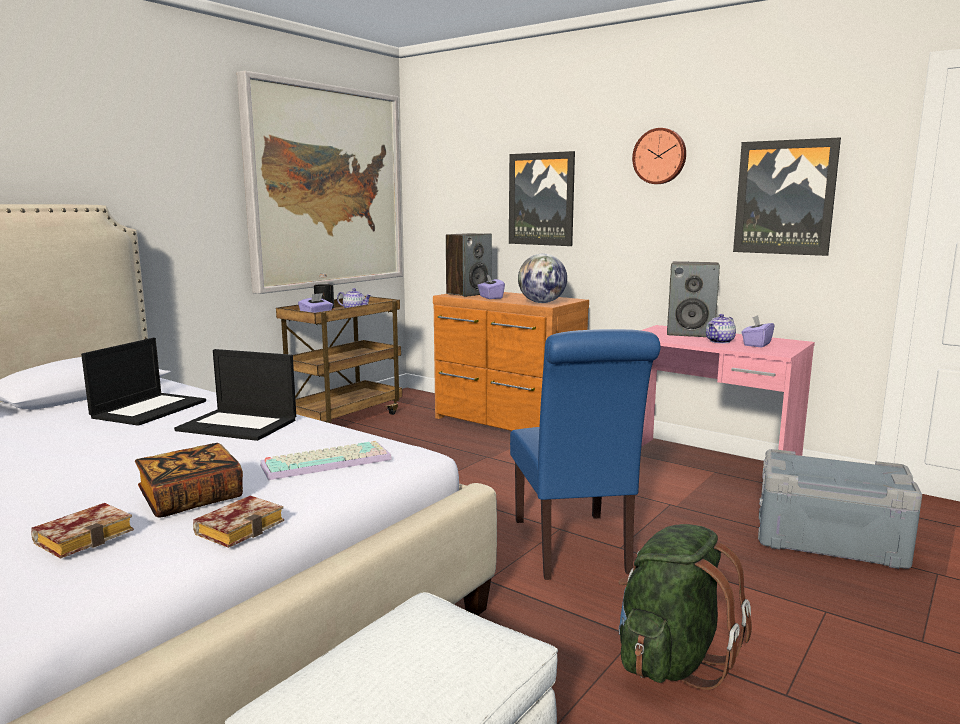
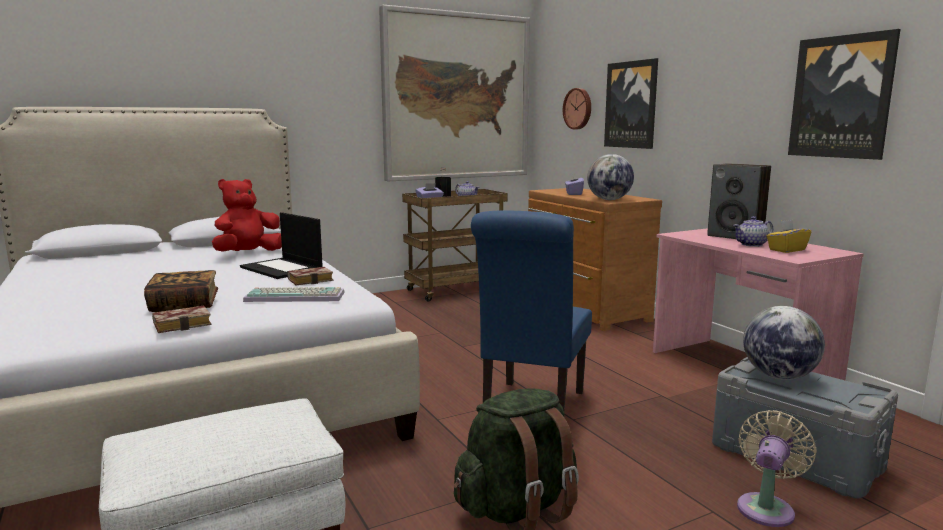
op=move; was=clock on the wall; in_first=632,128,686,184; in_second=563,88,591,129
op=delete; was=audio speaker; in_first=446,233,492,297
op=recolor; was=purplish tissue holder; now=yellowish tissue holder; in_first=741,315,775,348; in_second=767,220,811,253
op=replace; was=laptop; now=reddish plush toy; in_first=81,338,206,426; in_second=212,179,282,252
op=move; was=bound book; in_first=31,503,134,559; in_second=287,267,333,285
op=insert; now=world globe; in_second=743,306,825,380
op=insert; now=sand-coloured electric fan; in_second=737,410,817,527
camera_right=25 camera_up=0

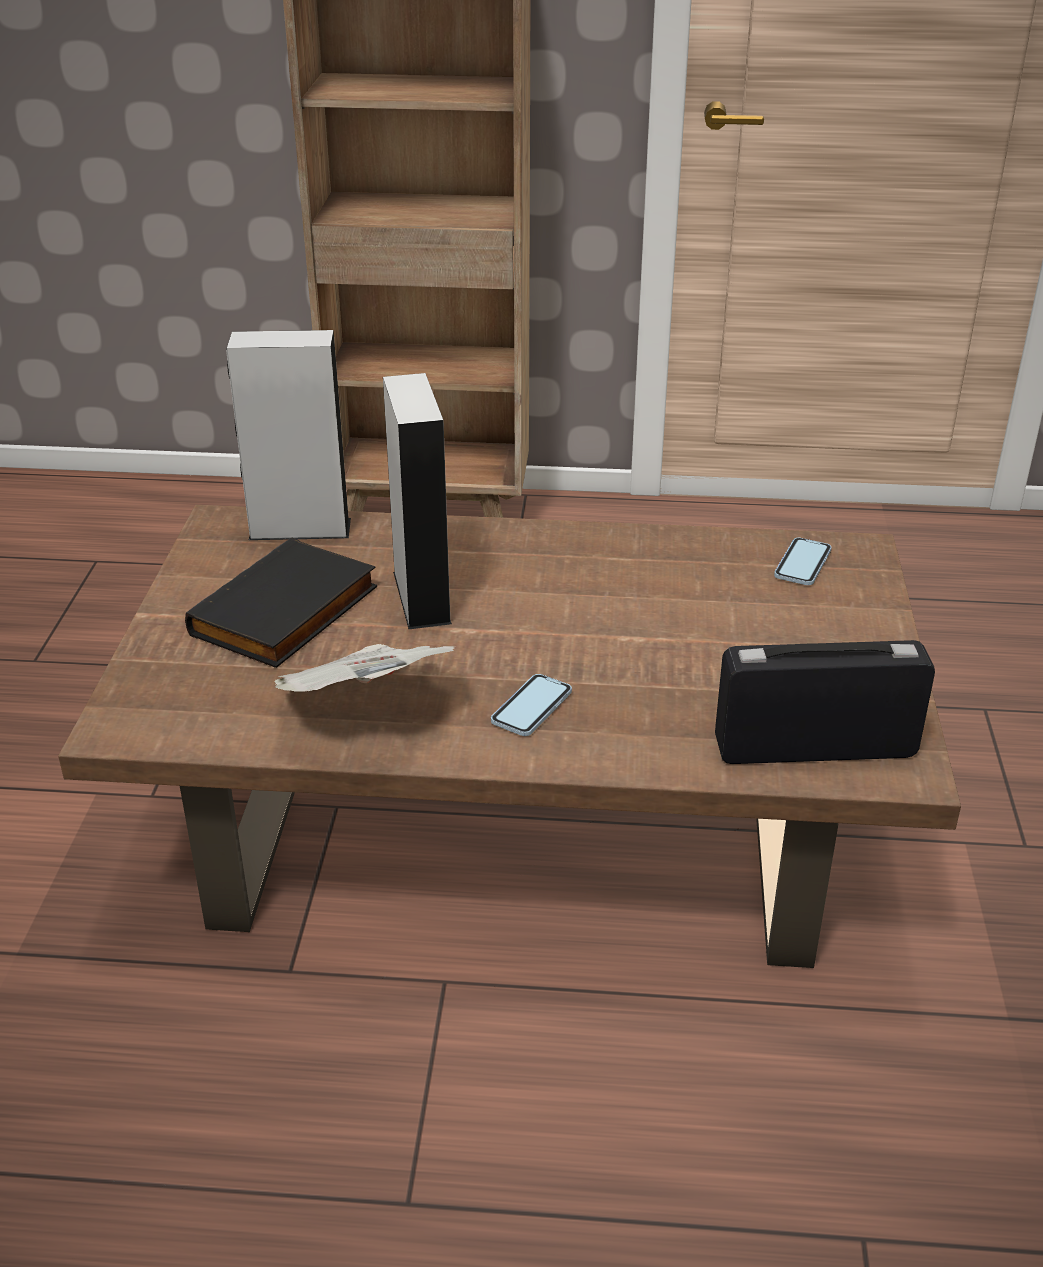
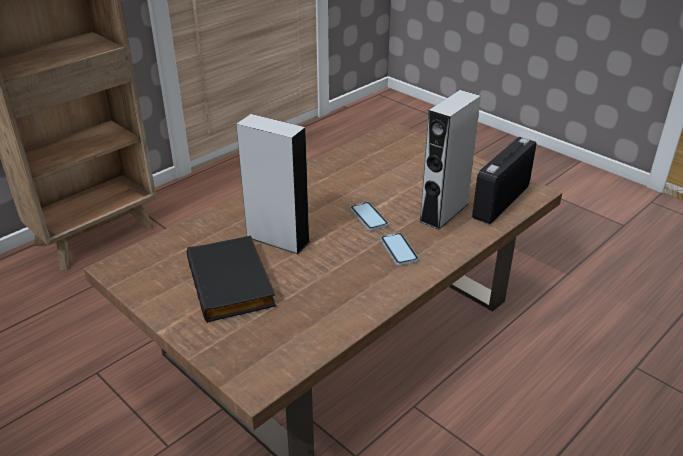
op=move; was=greyish audio speaker; in_first=226,330,351,540; in_second=419,90,481,230
op=move; was=phone; in_first=774,538,832,585; in_second=350,202,389,230
op=delete; was=newspaper; in_first=274,644,455,692
camera_right=-50 camera_up=0

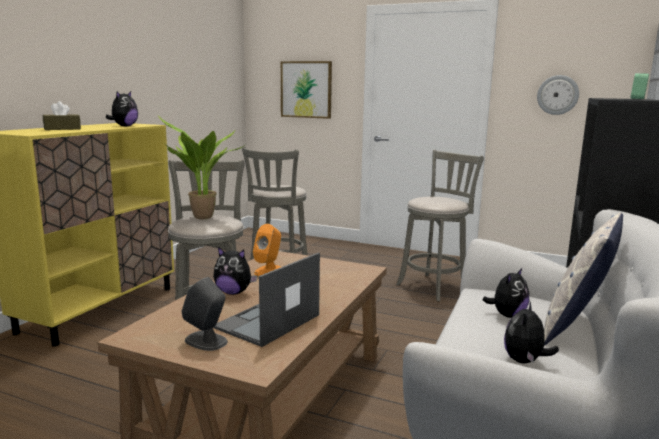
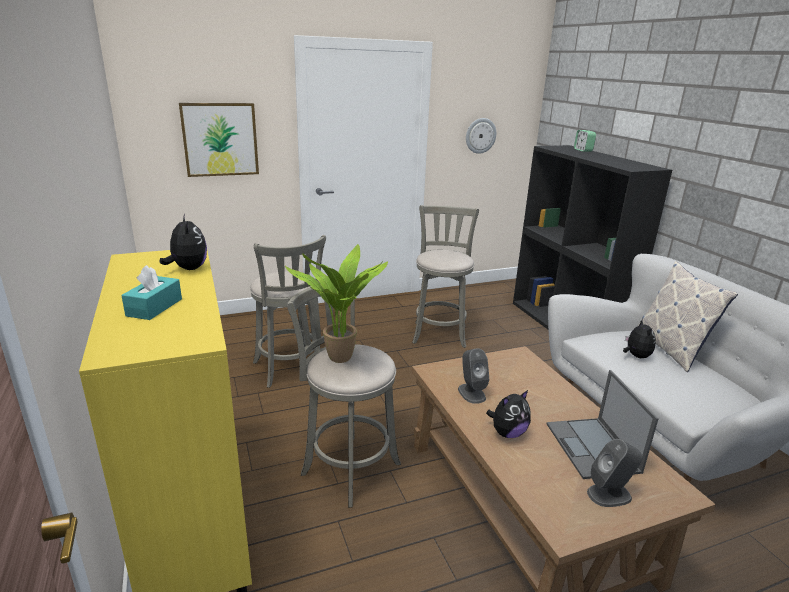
op=recolor; was=brown tissue holder; now=blue-green tissue holder; in_first=43,101,81,130; in_second=121,265,182,320
op=recolor; was=orangey audio speaker; now=greyish audio speaker; in_first=253,224,281,276; in_second=458,348,489,404
op=delete; was=plush toy; in_first=504,302,559,363
camera_right=-45 camera_up=10

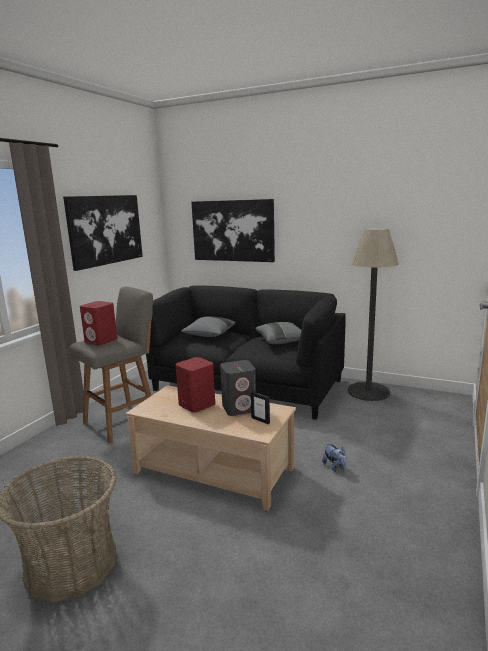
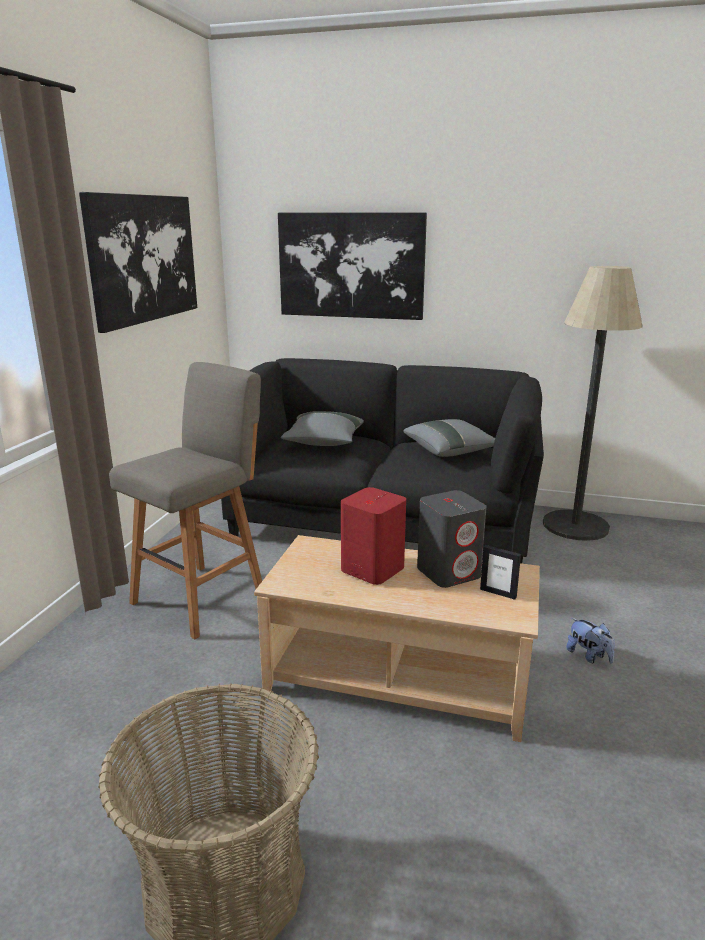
op=delete; was=reddish audio speaker; in_first=80,301,117,345
camera_right=-10 camera_up=5

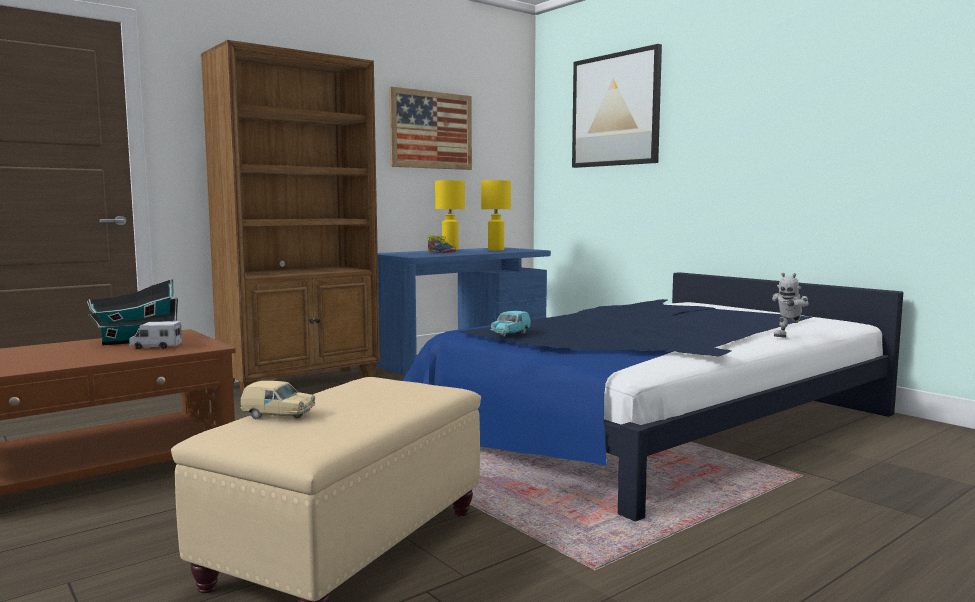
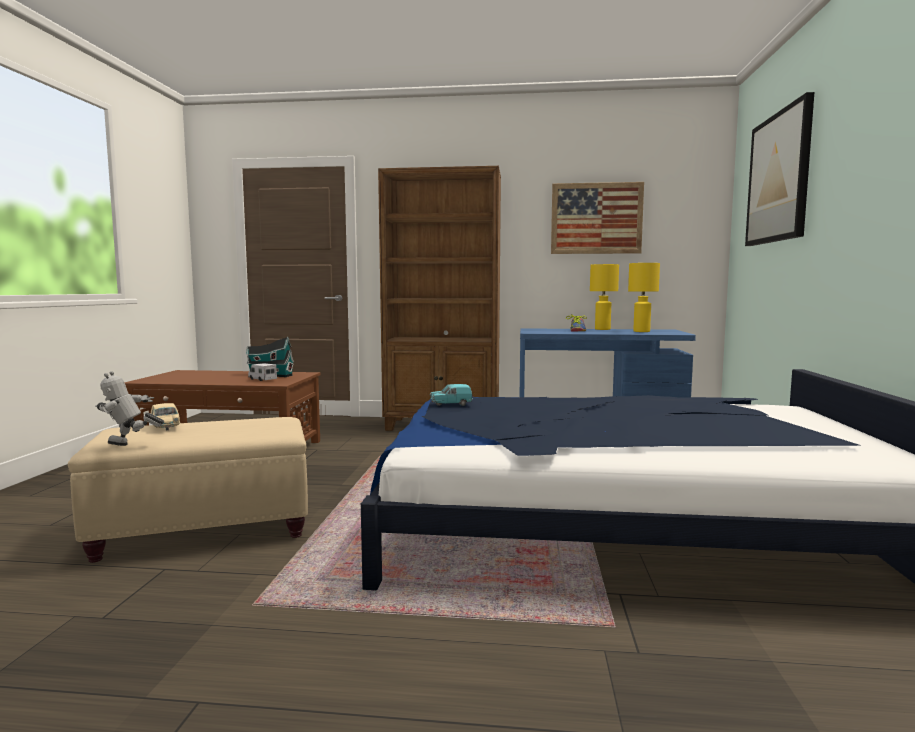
op=move; was=robot figure; in_first=772,273,809,338; in_second=95,371,164,446
camera_right=45 camera_up=0

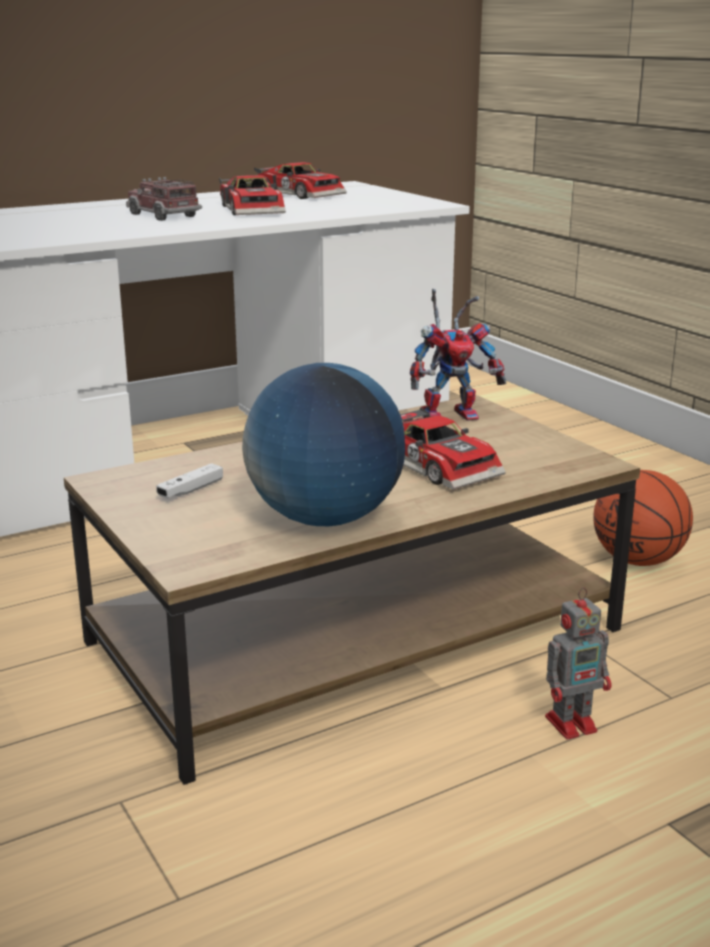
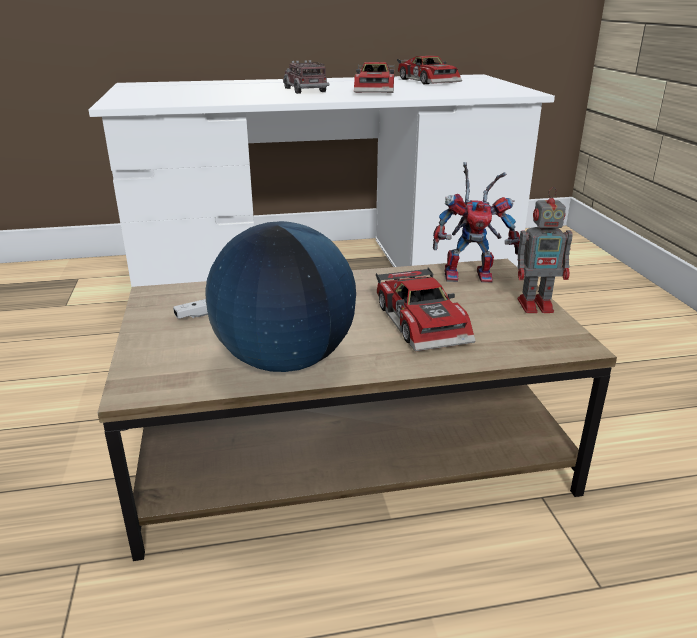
op=delete; was=basketball; in_first=593,470,693,566
op=move; was=robot figure; in_first=545,587,612,739; in_second=517,187,573,313
camera_right=20 camera_up=5

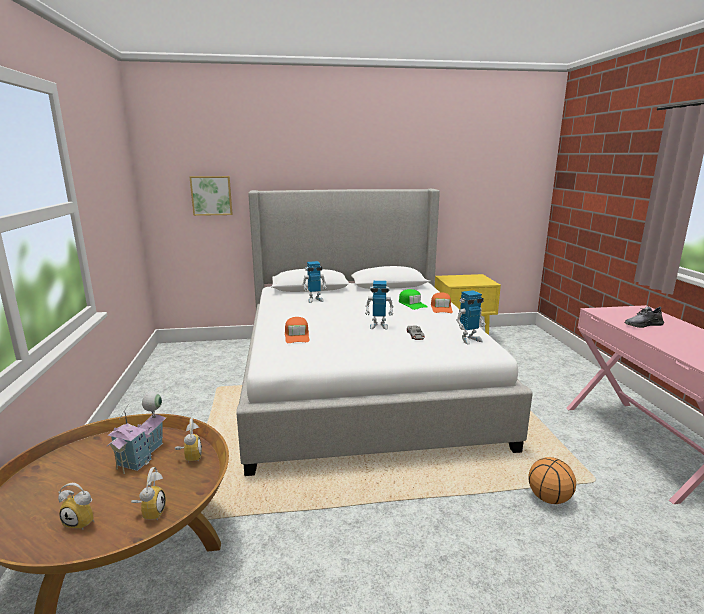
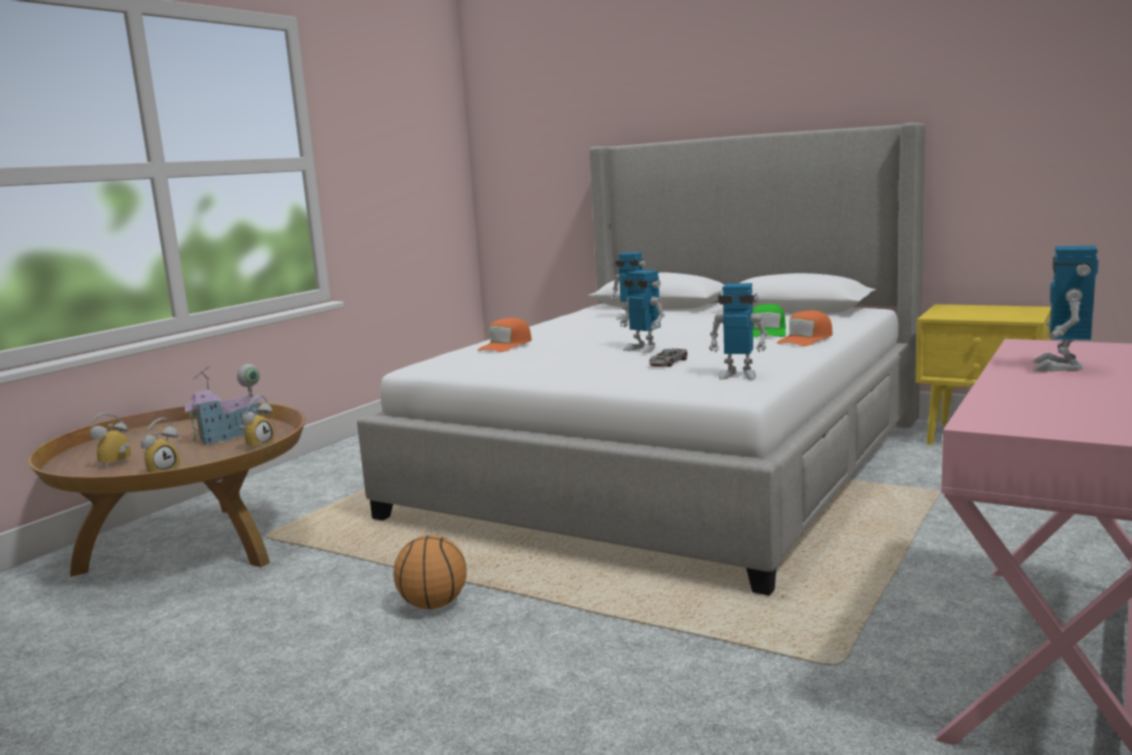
op=delete; was=wall art; in_first=190,176,233,216
op=replace; was=greyish item of footwear; now=robot figure; in_first=625,306,664,328; in_second=1033,246,1099,372
op=move; was=basketball; in_first=528,457,576,504; in_second=394,535,467,609
op=rotate; was=table clock; in_first=58,483,94,530; in_second=90,413,131,469; clockwise=75
camera_right=40 camera_up=-5

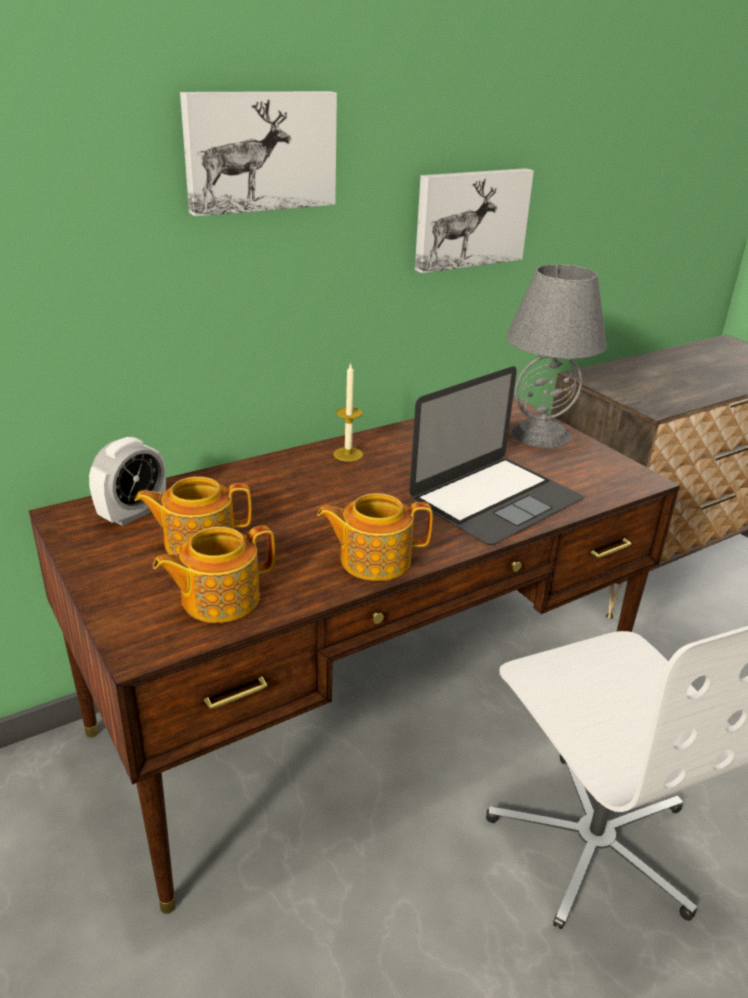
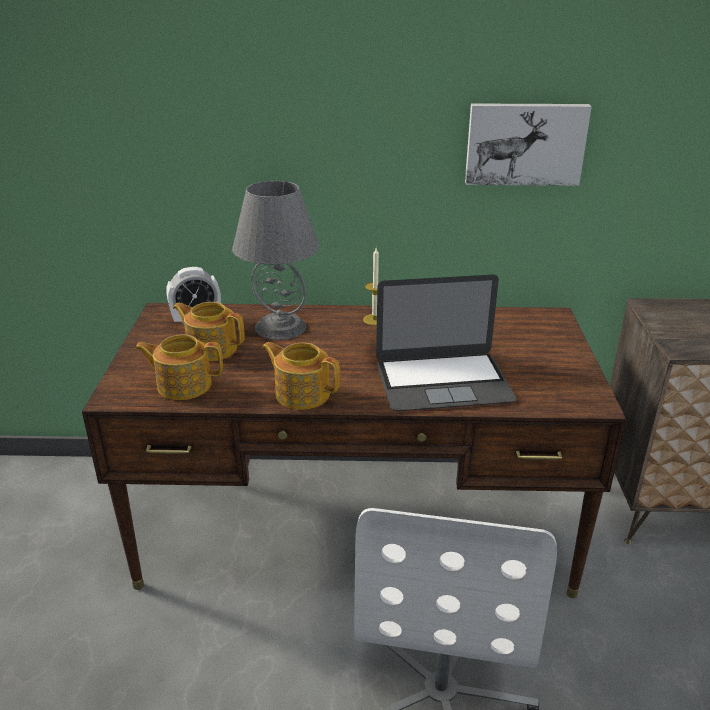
op=delete; was=wall art; in_first=180,91,337,216
op=move; was=greyish table lamp; in_first=506,264,607,448; in_second=232,180,319,340
camera_right=35 camera_up=0

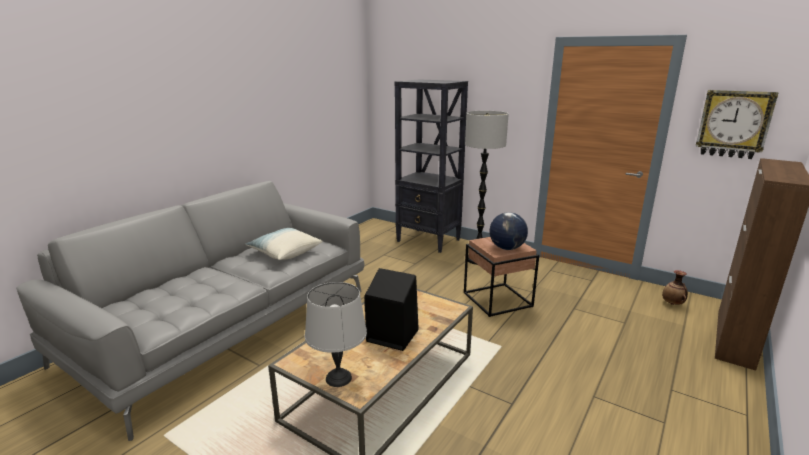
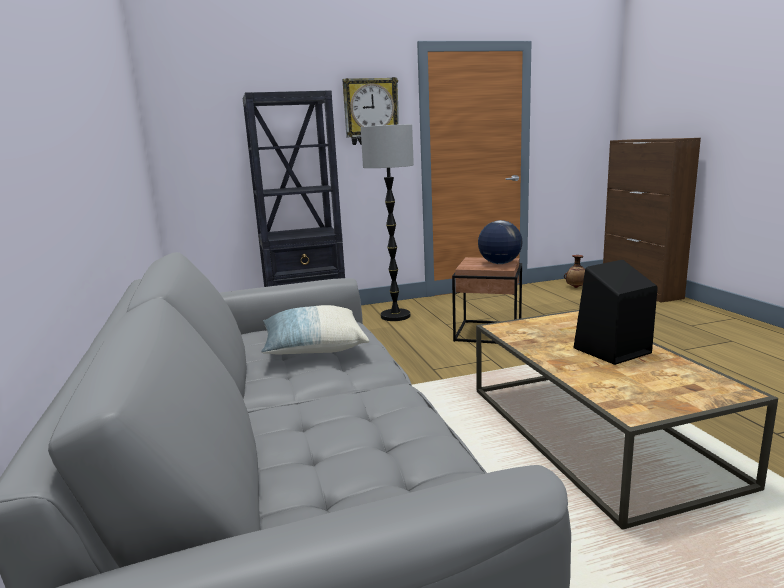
op=move; was=clock on the wall; in_first=696,90,778,159; in_second=342,77,399,145
op=delete; was=greyish table lamp; in_first=305,282,367,387
camera_right=-50 camera_up=-5

